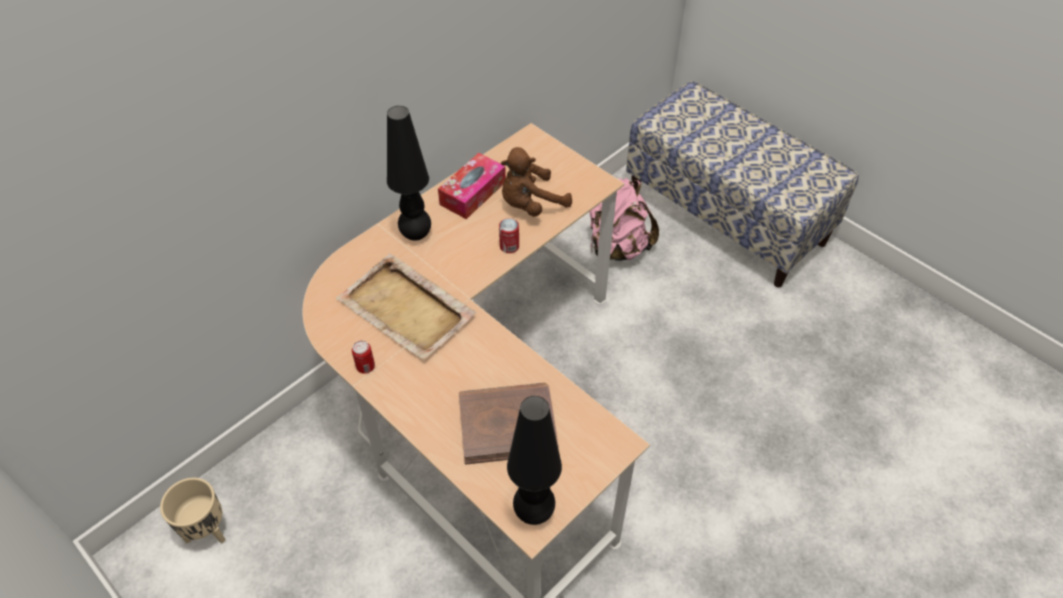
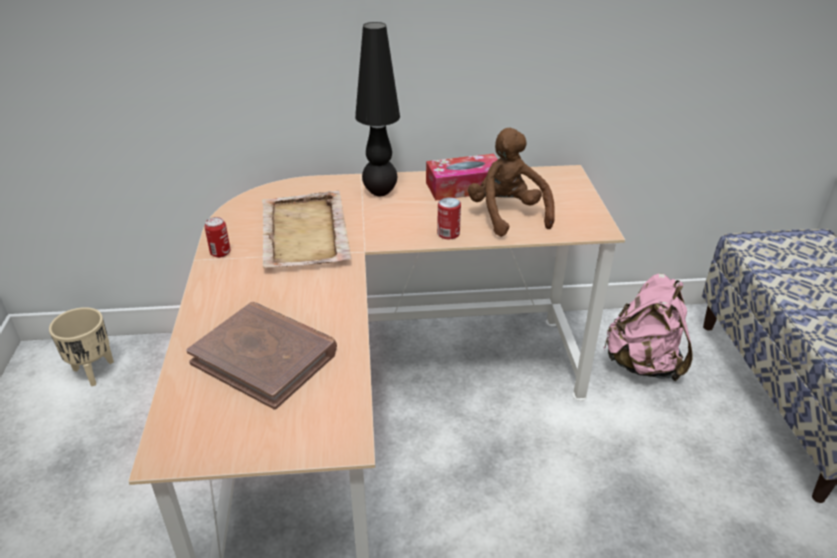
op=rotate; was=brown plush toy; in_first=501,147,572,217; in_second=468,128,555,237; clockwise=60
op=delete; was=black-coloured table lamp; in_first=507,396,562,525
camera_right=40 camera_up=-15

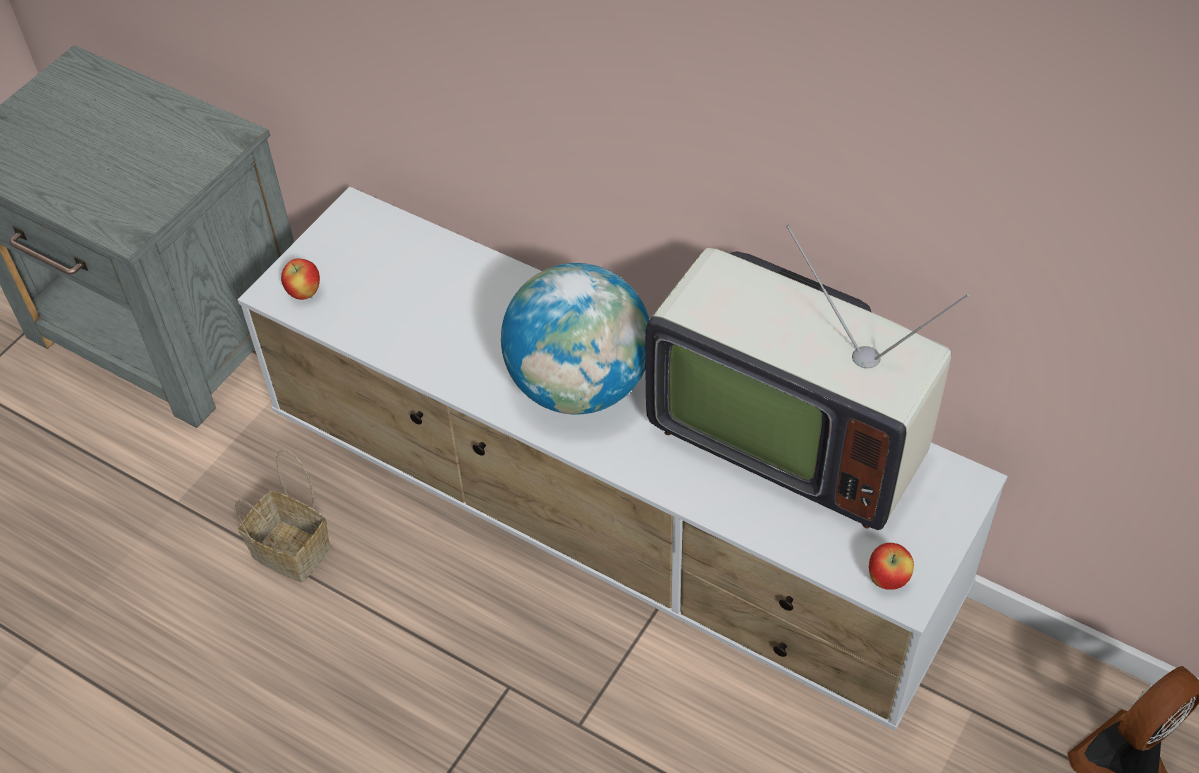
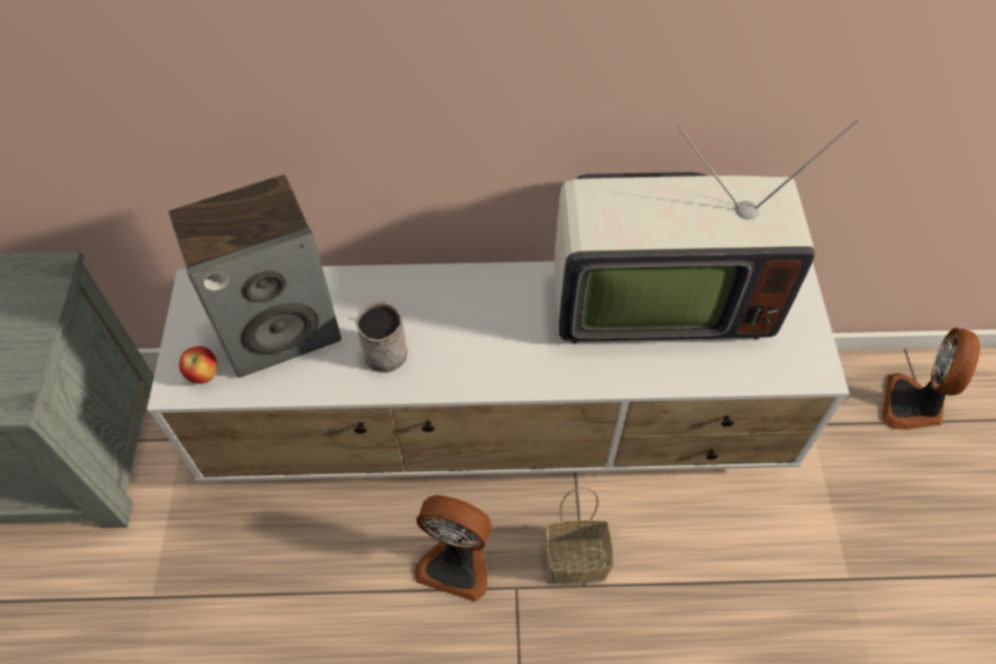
op=delete; was=world globe; in_first=501,263,649,414
op=move; was=storage basket; in_first=235,449,331,583; in_second=546,487,614,584
op=delete; was=apple; in_first=869,543,914,590
op=insert; now=audio speaker; in_second=169,175,341,378
op=insert; now=greyish tea mug; in_second=356,300,408,373
op=insert; now=electric fan; in_second=414,495,492,602
camera_right=-35 camera_up=5

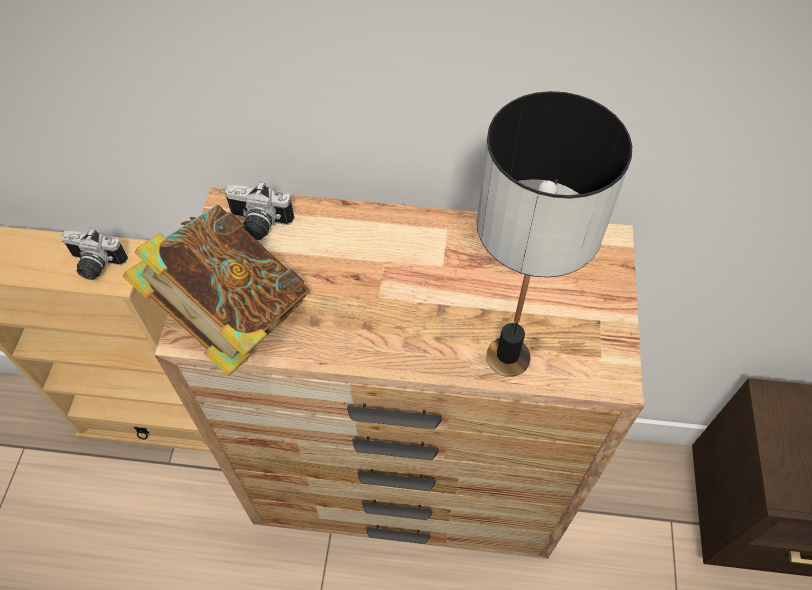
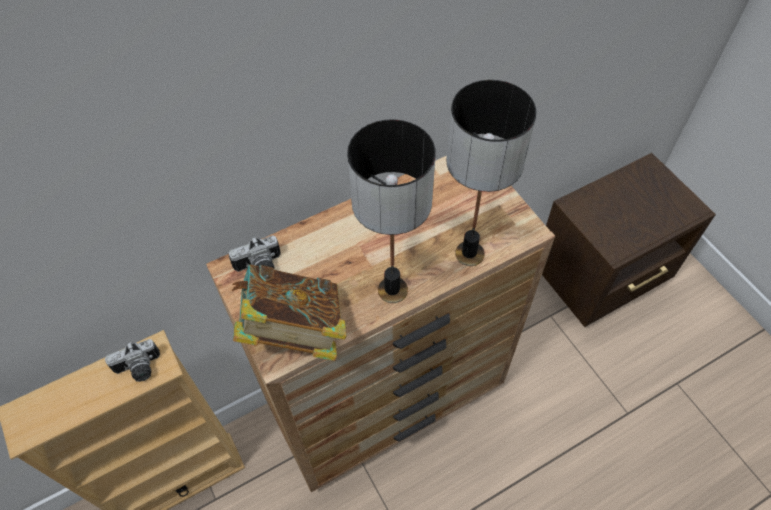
op=insert; now=table lamp; in_second=347,119,436,303
camera_right=-35 camera_up=0

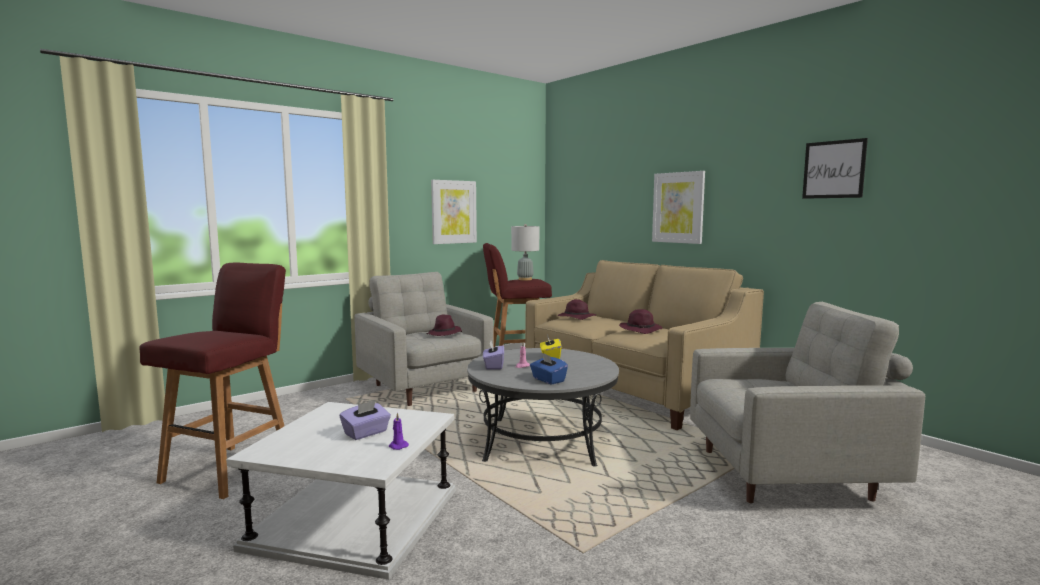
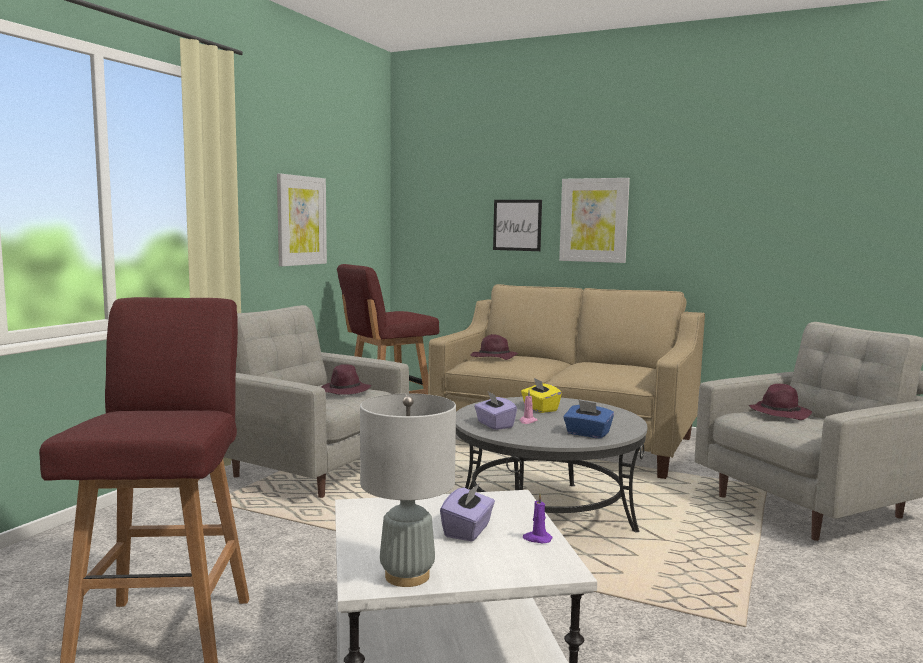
op=move; was=wall art; in_first=802,138,868,199; in_second=493,200,542,251
op=move; was=greyish table lamp; in_first=511,224,539,280; in_second=360,393,456,587
op=move; was=purplish clothing hat; in_first=619,309,662,334; in_second=749,384,812,420
camera_right=-25 camera_up=0

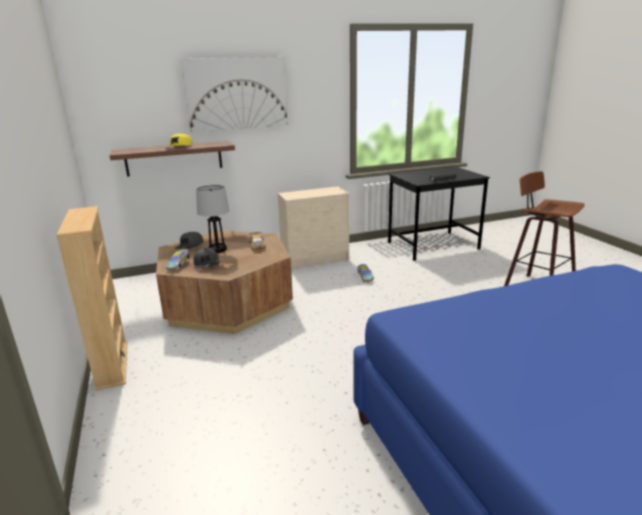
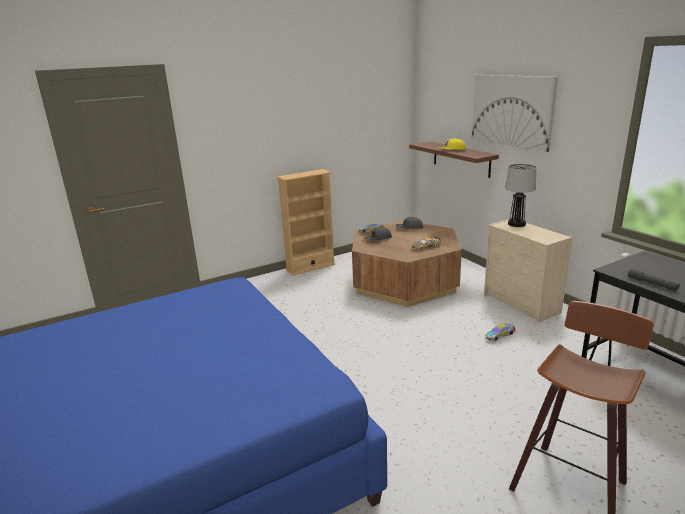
op=move; was=table lamp; in_first=196,185,229,253; in_second=505,164,536,227
camera_right=80 camera_up=0

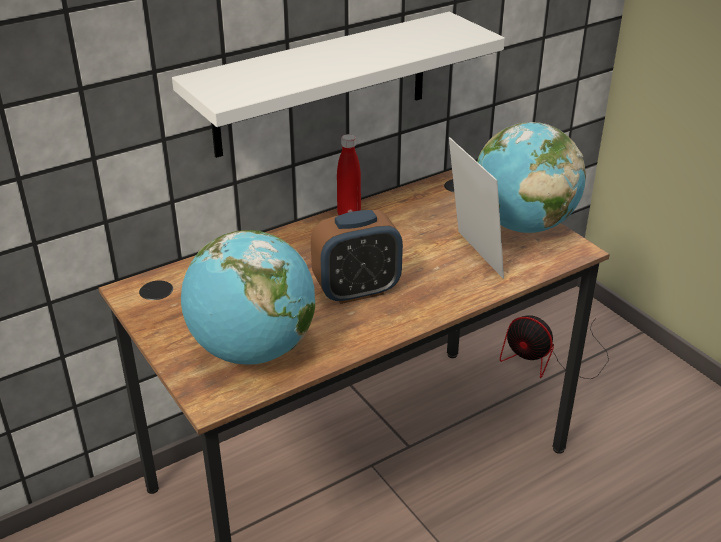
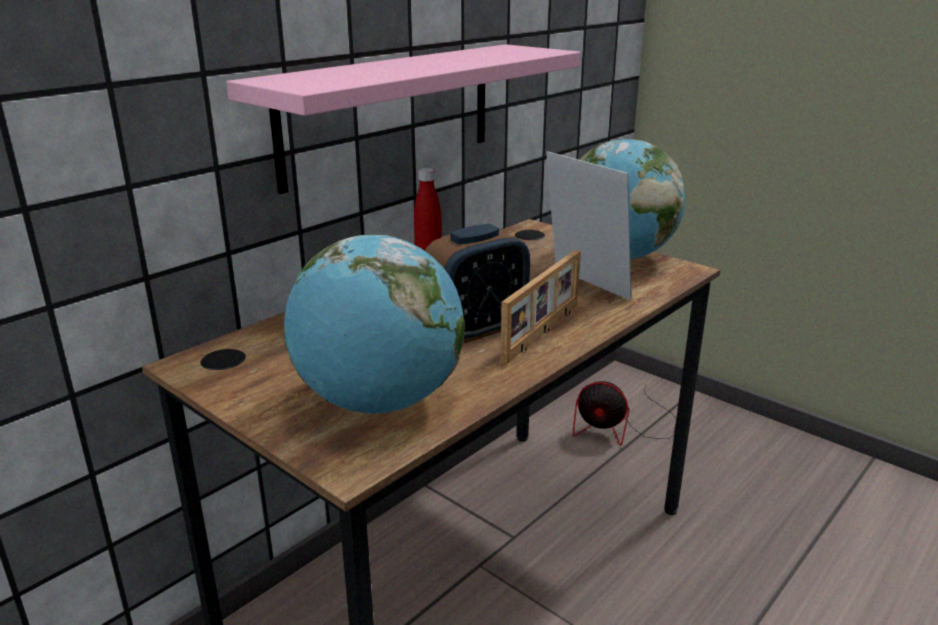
op=recolor; was=white-coloured bracket shelf; now=pink bracket shelf; in_first=172,12,505,158; in_second=226,44,580,194
op=insert; now=picture frame; in_second=500,250,581,365
camera_right=-15 camera_up=-10

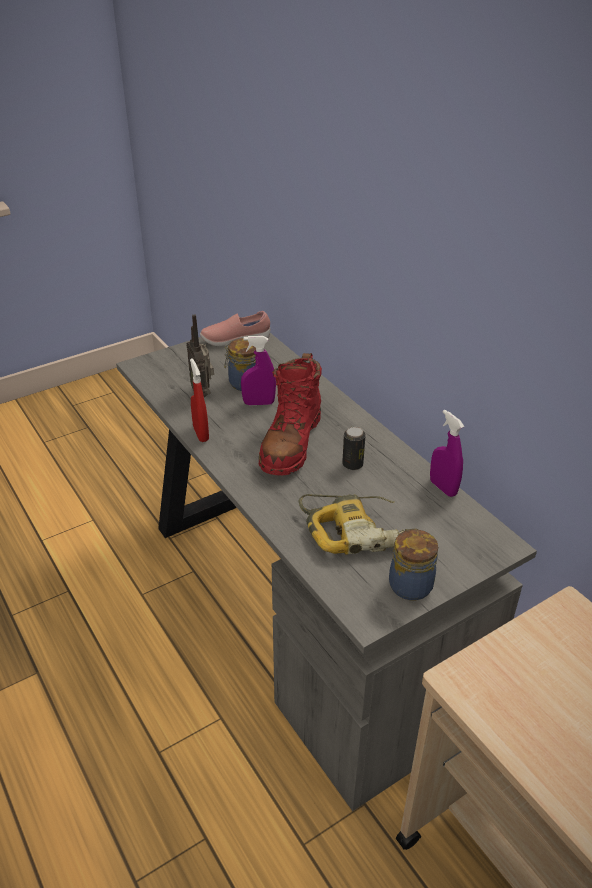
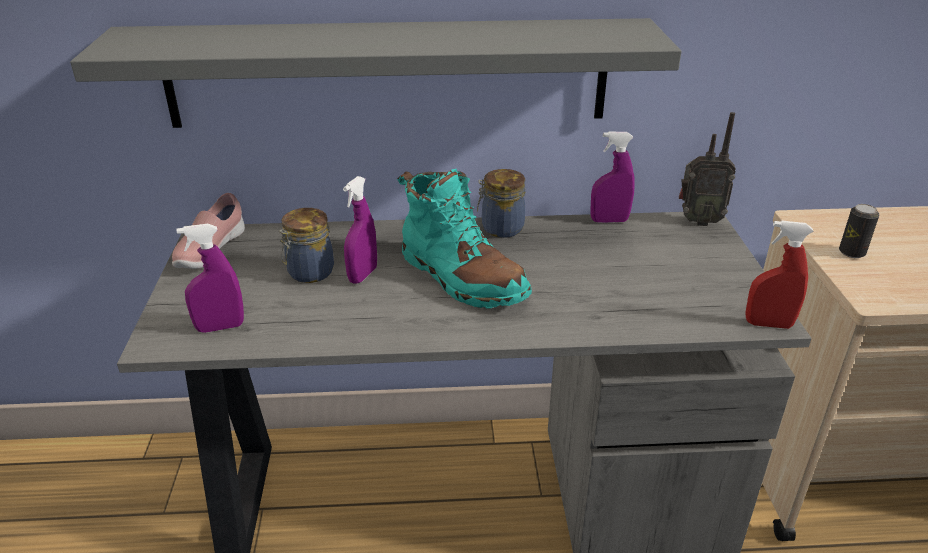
op=move; was=radio; in_first=187,314,214,397; in_second=679,112,736,226
op=recolor; was=reddish tall boot; now=blue-green tall boot; in_first=259,353,322,475; in_second=397,169,532,309
op=move; was=reddish spray bottle; in_first=190,358,209,442; in_second=745,220,814,329
op=move; was=metal can; in_first=342,427,366,470; in_second=839,204,879,258
op=delete; was=electric drill; in_first=298,494,410,555
op=move; was=jar; in_first=389,529,438,600; in_second=477,169,525,238
op=insert; now=greyish bracket shelf; in_second=70,18,682,128
op=insert; now=purplish spray bottle; in_second=176,224,244,333
camera_right=-60 camera_up=-5

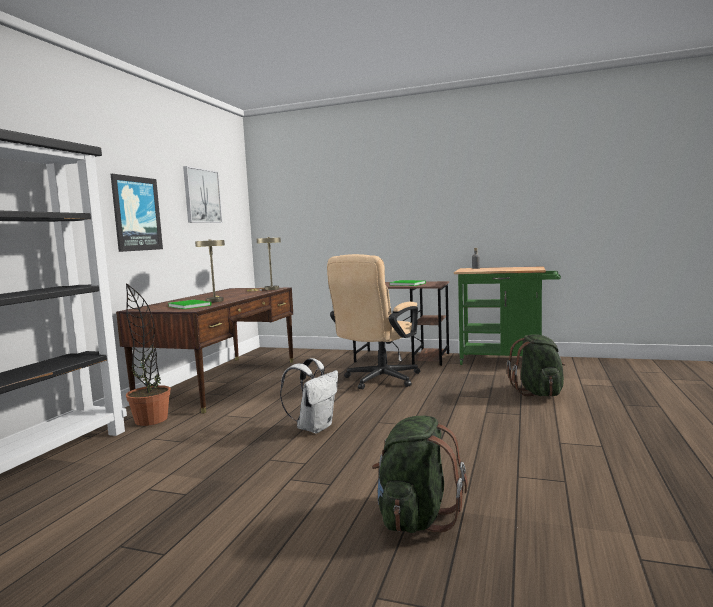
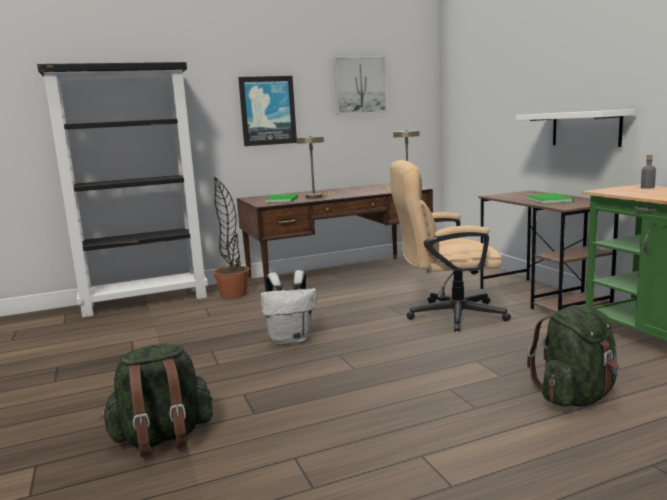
op=insert; now=white-coloured bracket shelf; in_second=516,109,635,147
camera_right=50 camera_up=5

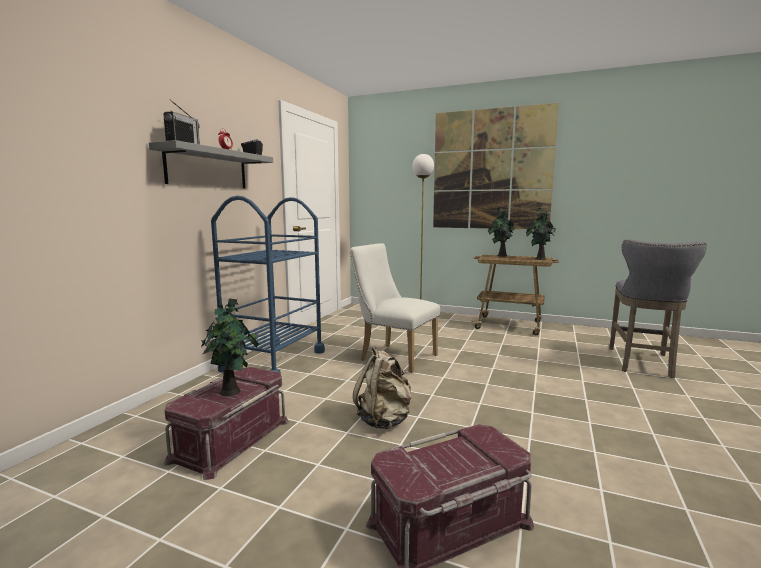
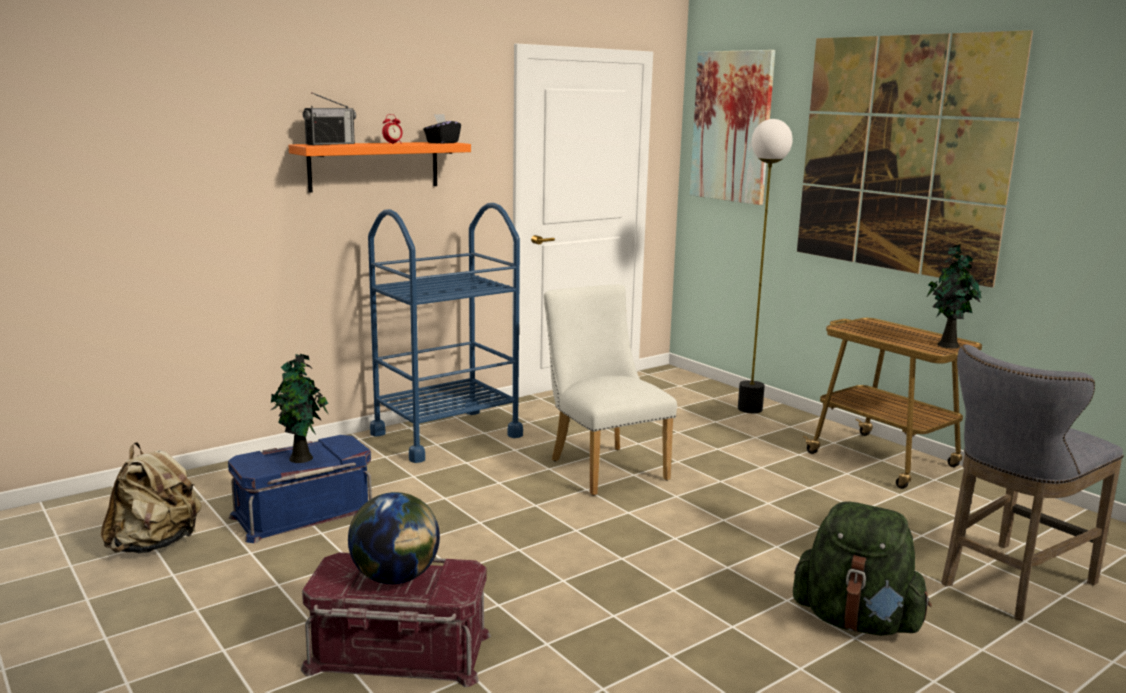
op=recolor; was=greyish bracket shelf; now=orangey bracket shelf; in_first=149,140,273,188; in_second=289,142,471,193
op=delete; was=plant in a pot; in_first=488,208,517,257
op=move; was=sand-coloured rucksack; in_first=353,346,411,429; in_second=101,442,202,553
op=recolor; was=reddish storage container; now=bluish storage container; in_first=164,367,289,480; in_second=228,435,372,543
op=insert; now=wall art; in_second=690,50,775,205
op=insert; now=world globe; in_second=348,492,440,584
op=insert; now=green-coloured rucksack; in_second=793,501,932,636
camera_right=30 camera_up=5

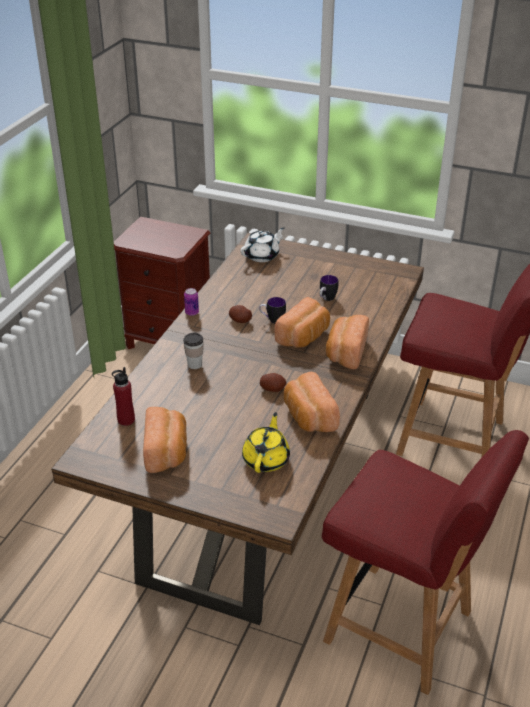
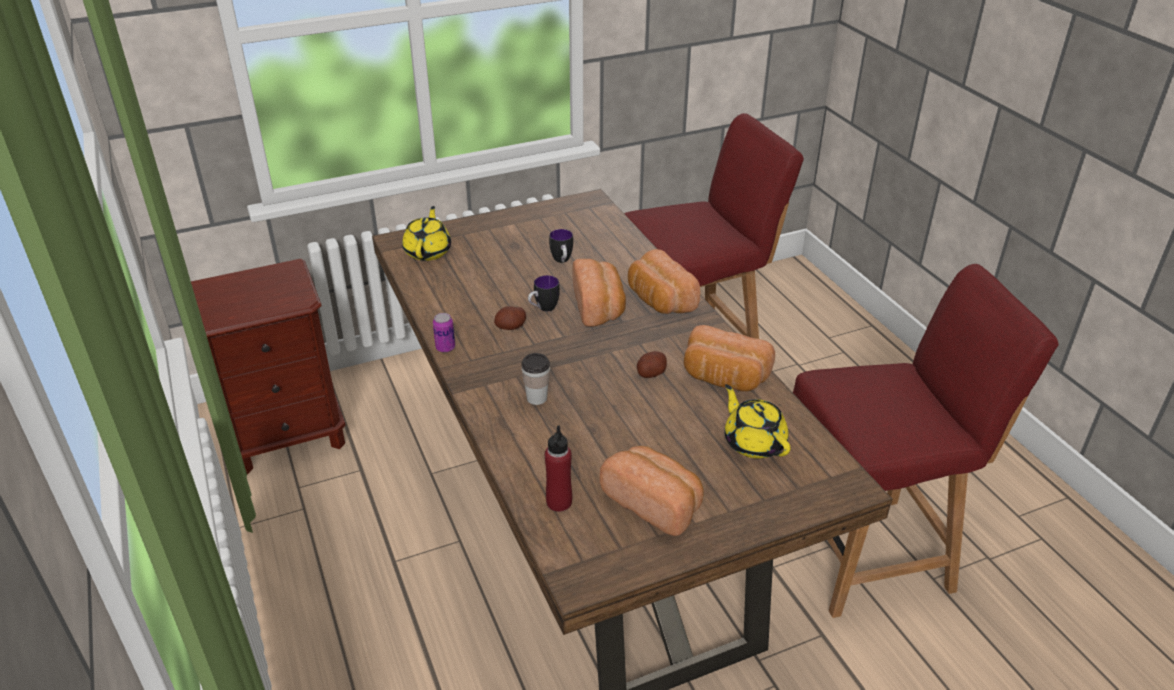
op=recolor; was=white-coloured teapot; now=yellowish teapot; in_first=240,227,285,262; in_second=402,206,451,261
camera_right=-45 camera_up=0

